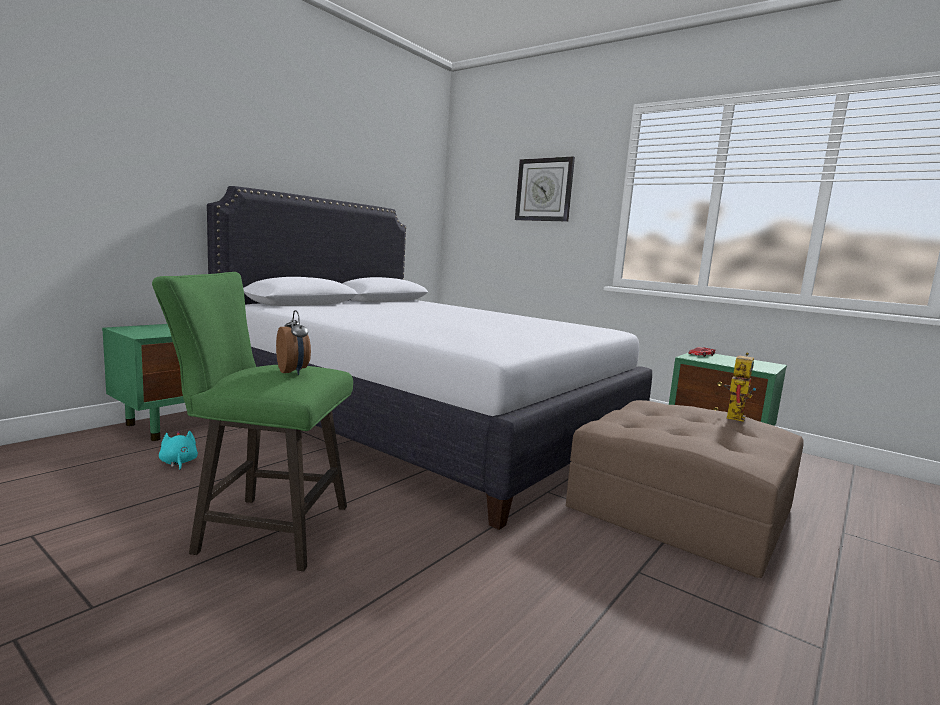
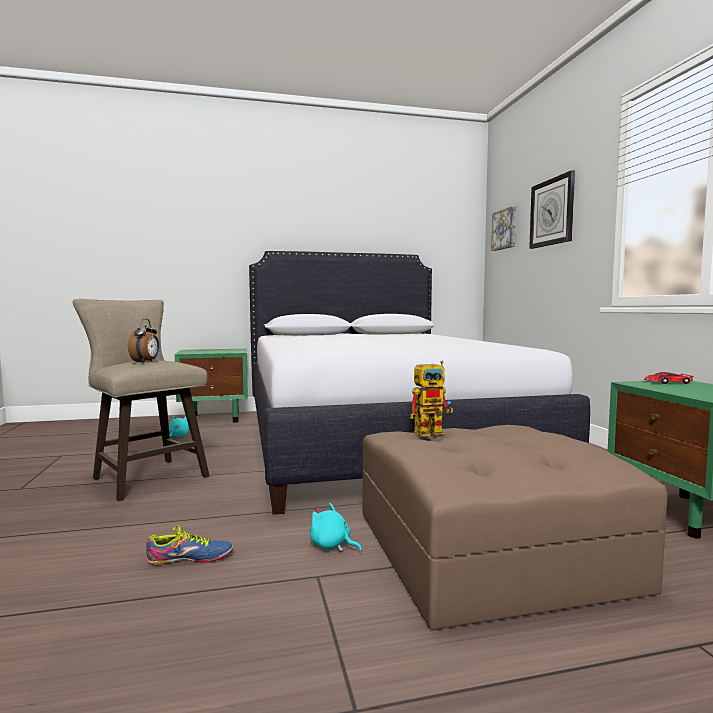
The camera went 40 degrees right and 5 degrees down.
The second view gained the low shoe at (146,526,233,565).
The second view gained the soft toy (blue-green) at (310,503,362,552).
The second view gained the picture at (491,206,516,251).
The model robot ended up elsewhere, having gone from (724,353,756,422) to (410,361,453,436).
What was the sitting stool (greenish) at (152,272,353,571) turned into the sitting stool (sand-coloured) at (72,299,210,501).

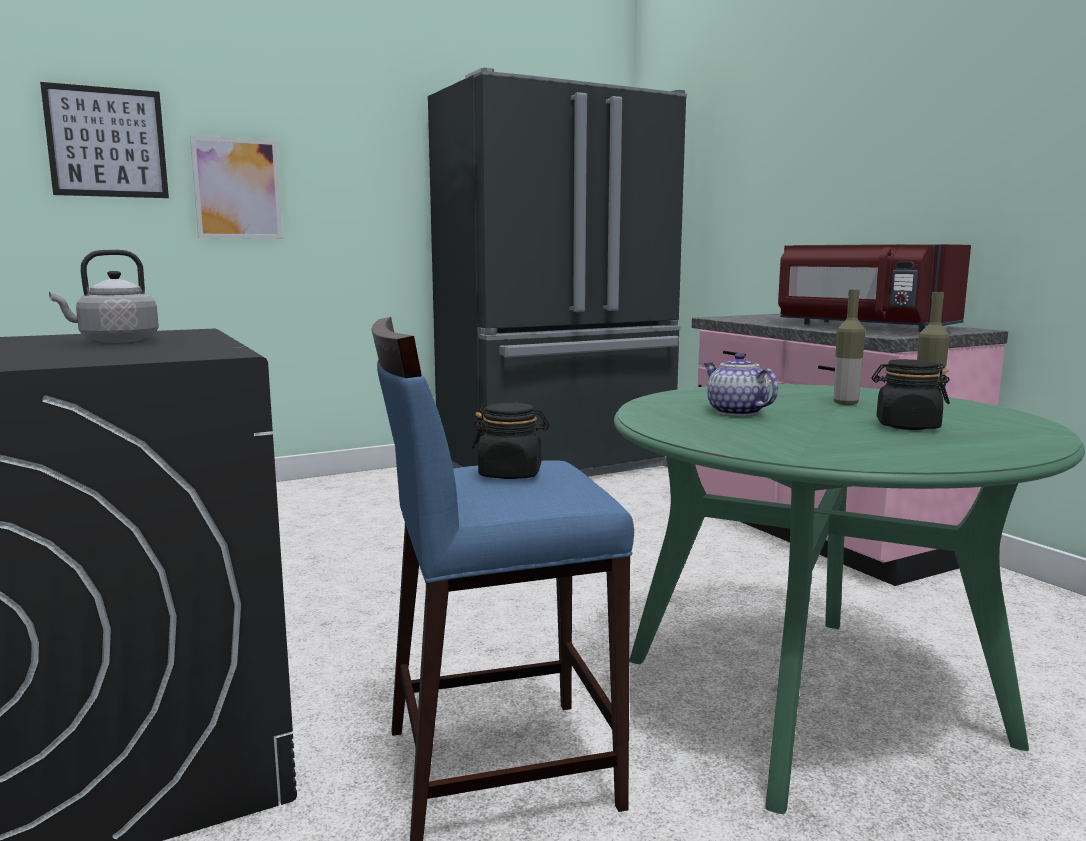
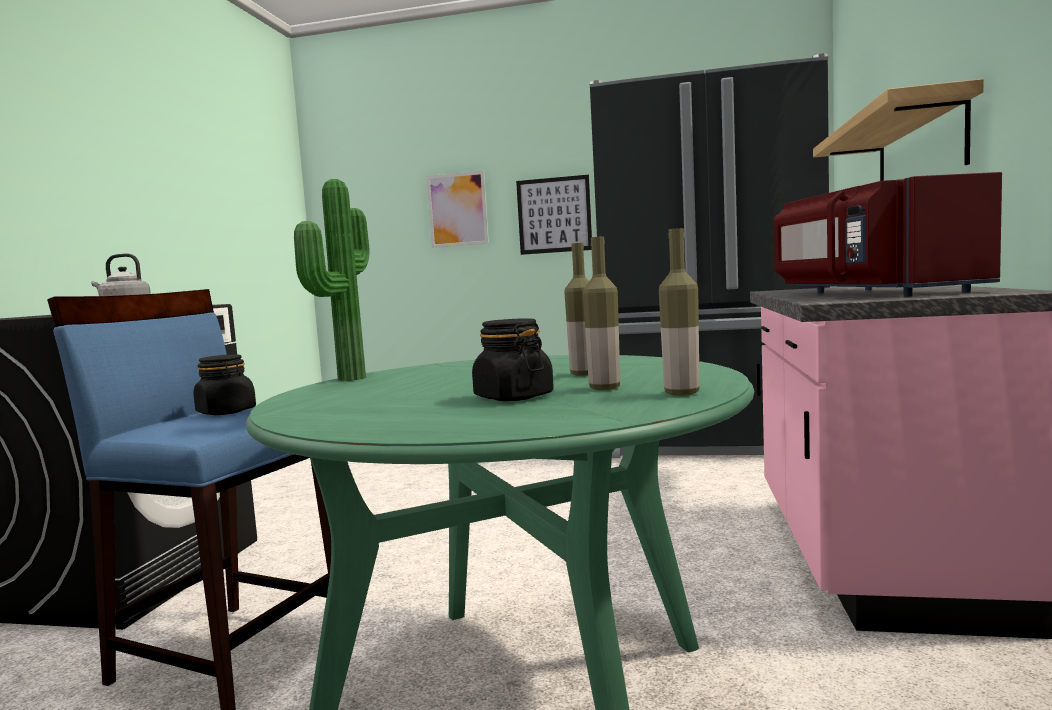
The camera went 40 degrees right and 5 degrees down.
The second view lost the pot for tea at (704,353,778,416).
The second view gained the potted plant at (294,179,370,381).
The second view gained the drink bottle at (659,228,700,396).
The second view gained the wall shelf at (813,79,984,181).
The picture ended up elsewhere, having gone from (40,82,169,198) to (516,175,592,255).

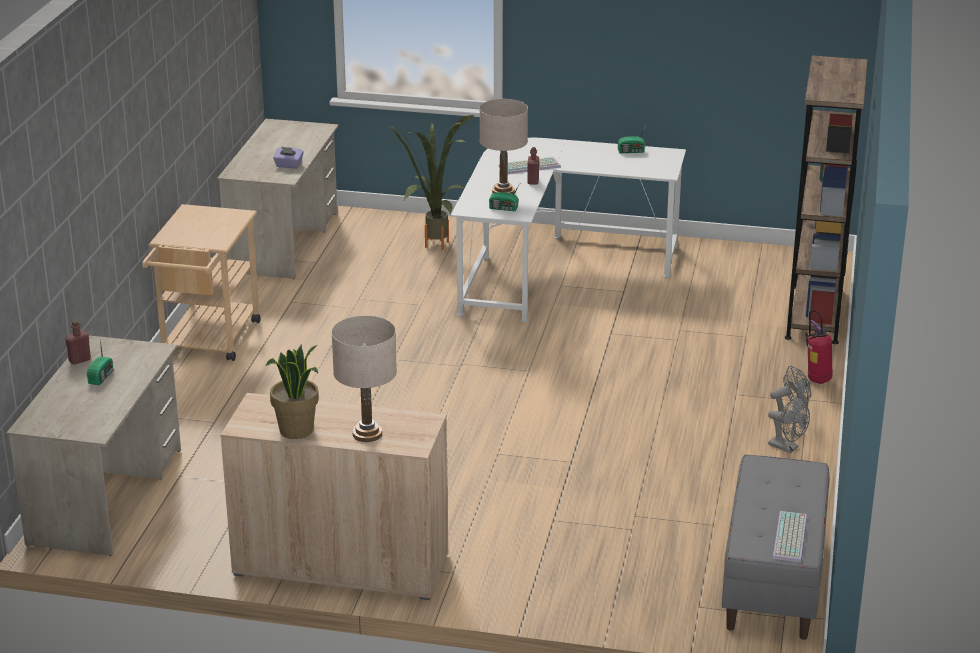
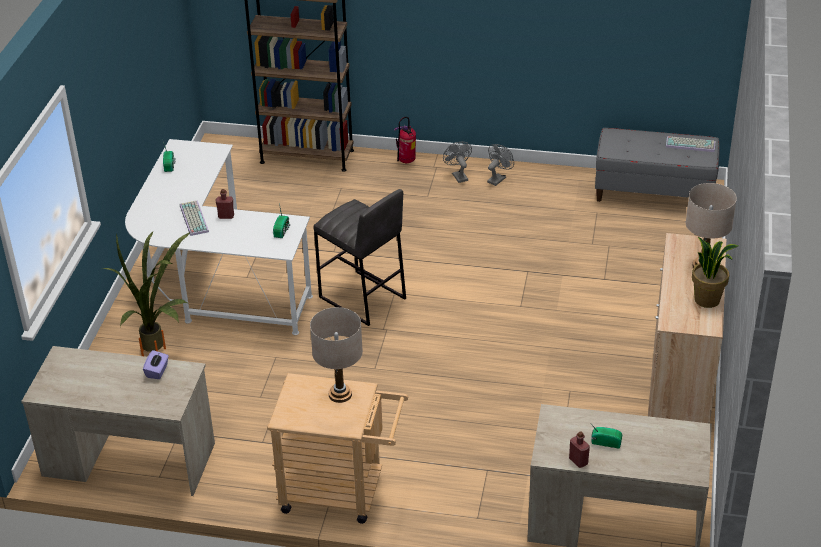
The camera went 90 degrees left and 10 degrees up.
The second view gained the sitting stool (greyish) at (313,189,406,326).
The lamp for a table (sand-coloured) ended up elsewhere, having gone from (479,99,528,194) to (310,307,363,403).

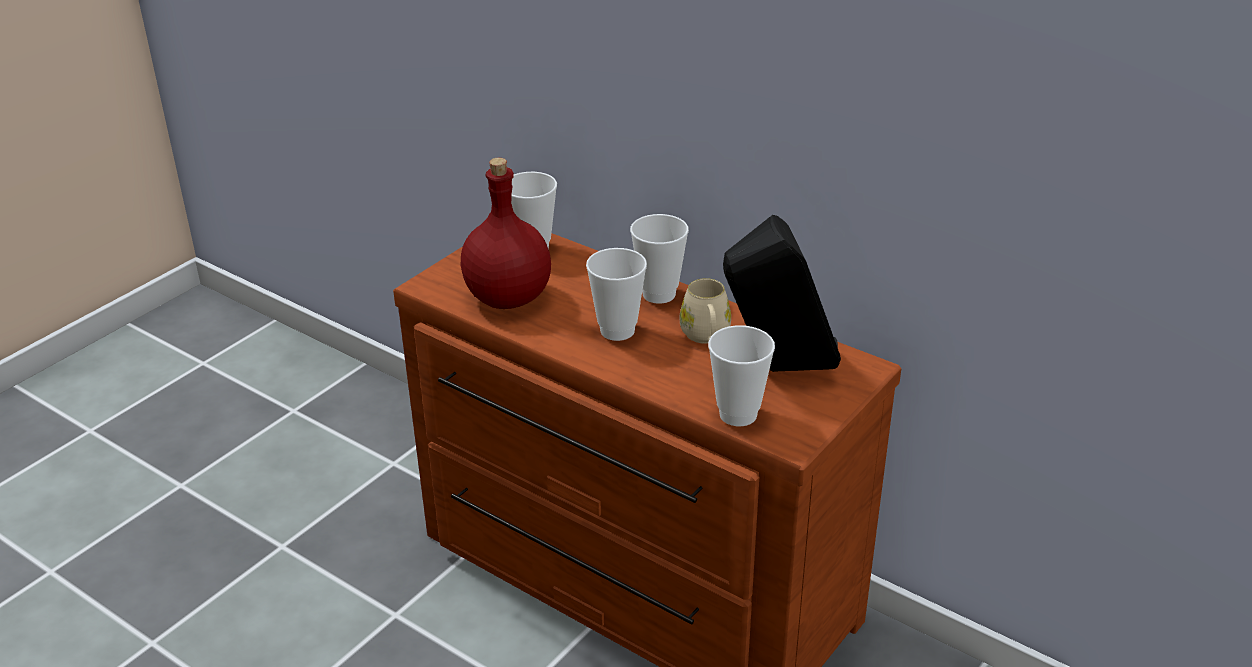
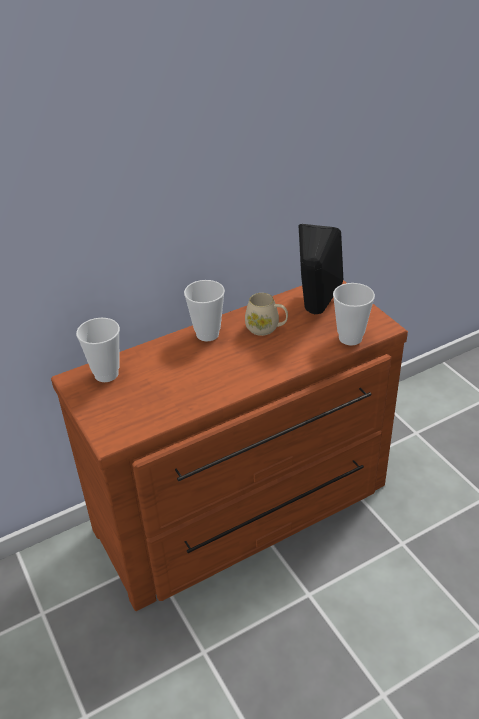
The camera went 65 degrees left and 5 degrees up.
The second view lost the drink bottle (reddish) at (461,158,551,309).
The second view lost the small cup at (586,248,647,341).

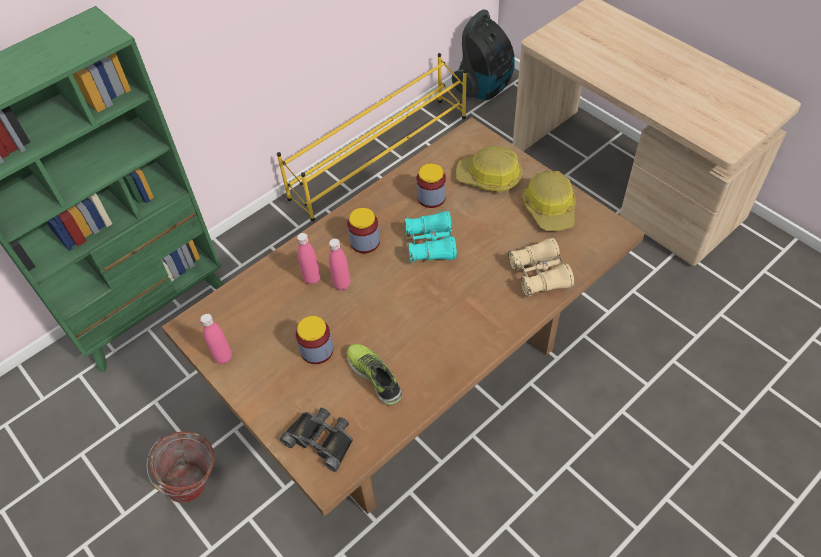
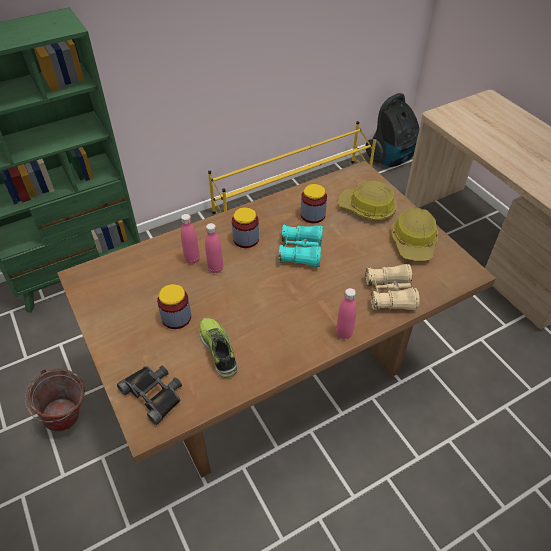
The camera went 10 degrees right and 5 degrees down.
The drink bottle (pinkish) ended up elsewhere, having gone from (200,313,232,364) to (336,288,357,339).

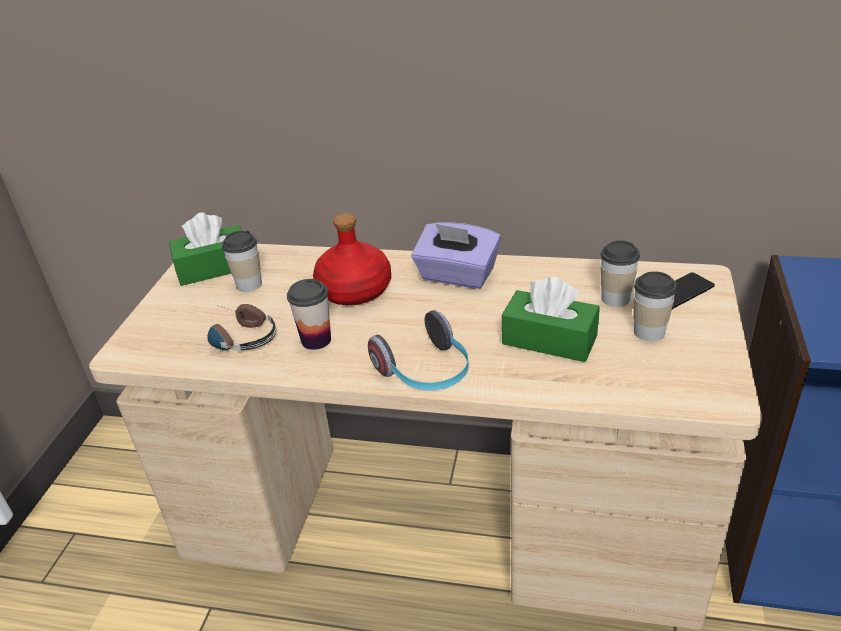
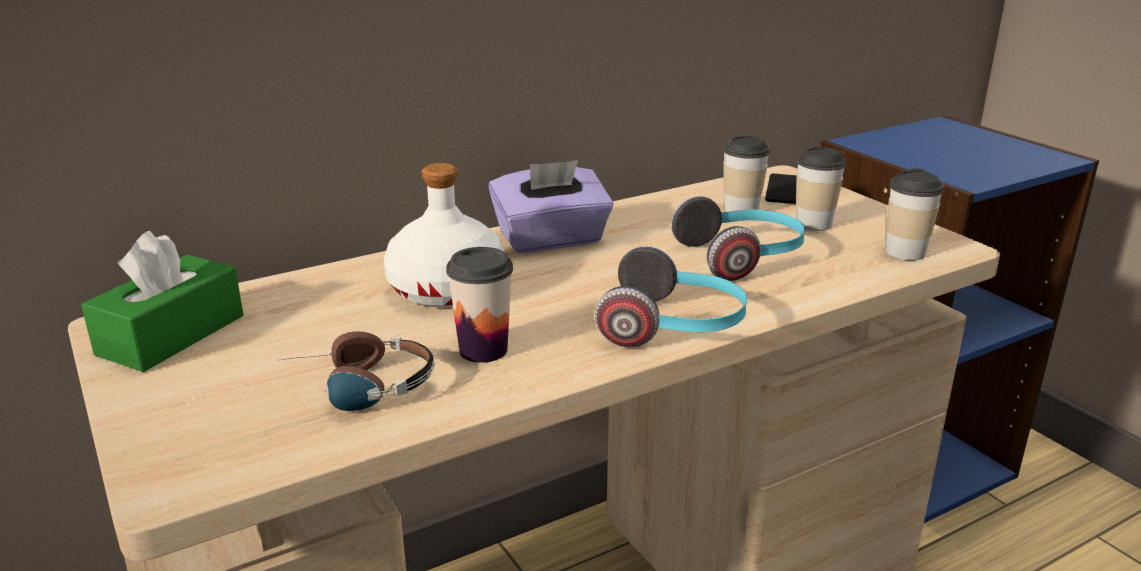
The camera went 45 degrees left and 10 degrees down.
The small cup ended up elsewhere, having gone from (222,231,262,292) to (886,168,944,261).
Where the box of tissues (greenish) stood at (502,277,600,362), the headphones came to stand at (671,196,805,281).
What was the drink bottle (reddish) at (313,213,391,305) turned into the drink bottle (white) at (384,163,505,308).

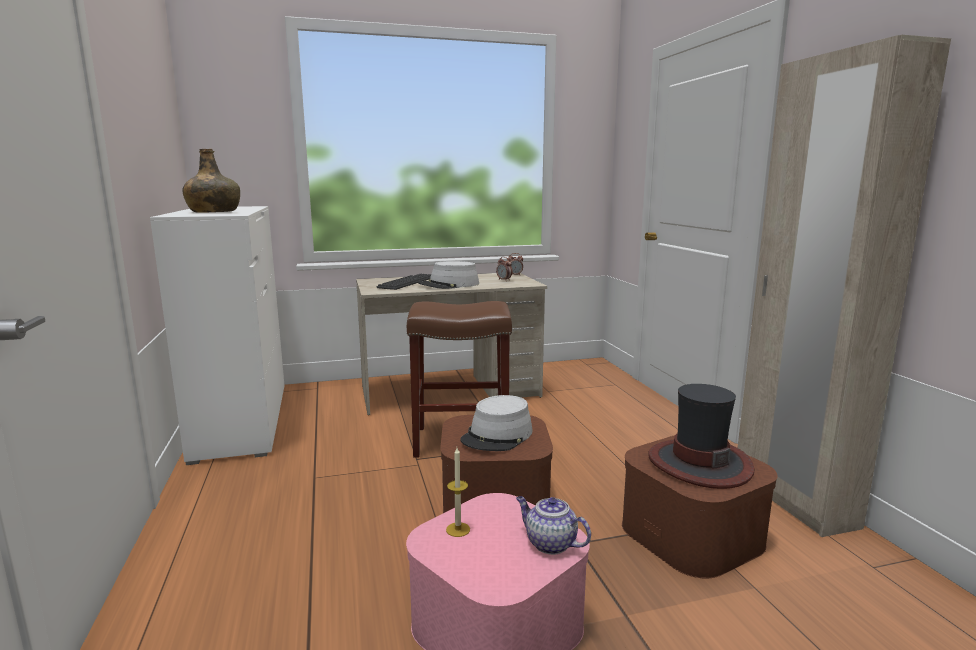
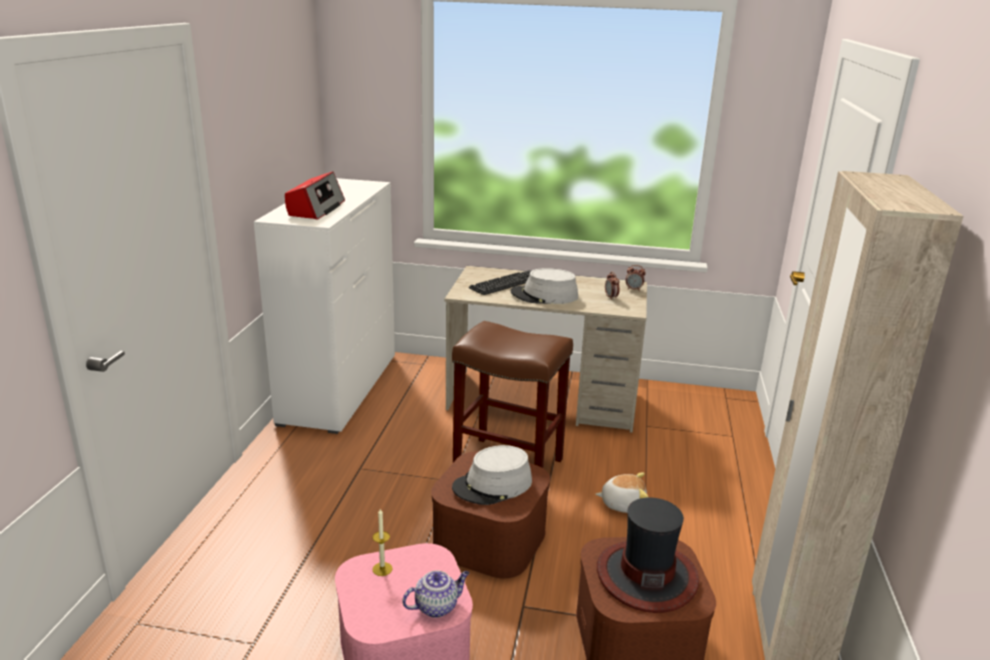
The camera went 25 degrees right and 10 degrees up.
The second view gained the soft toy at (595,473,648,513).
Where the drink bottle (greenish) stood at (182,149,240,213), the radio receiver came to stand at (285,172,345,220).
The pot for tea at (516,496,591,555) ended up facing another way, 90 degrees clockwise from before.

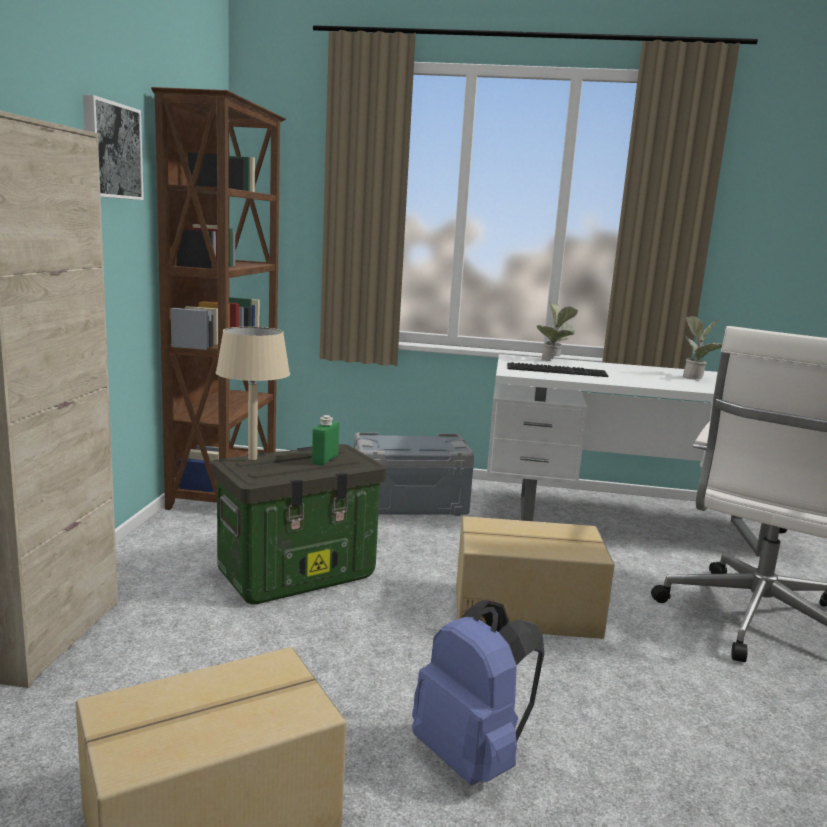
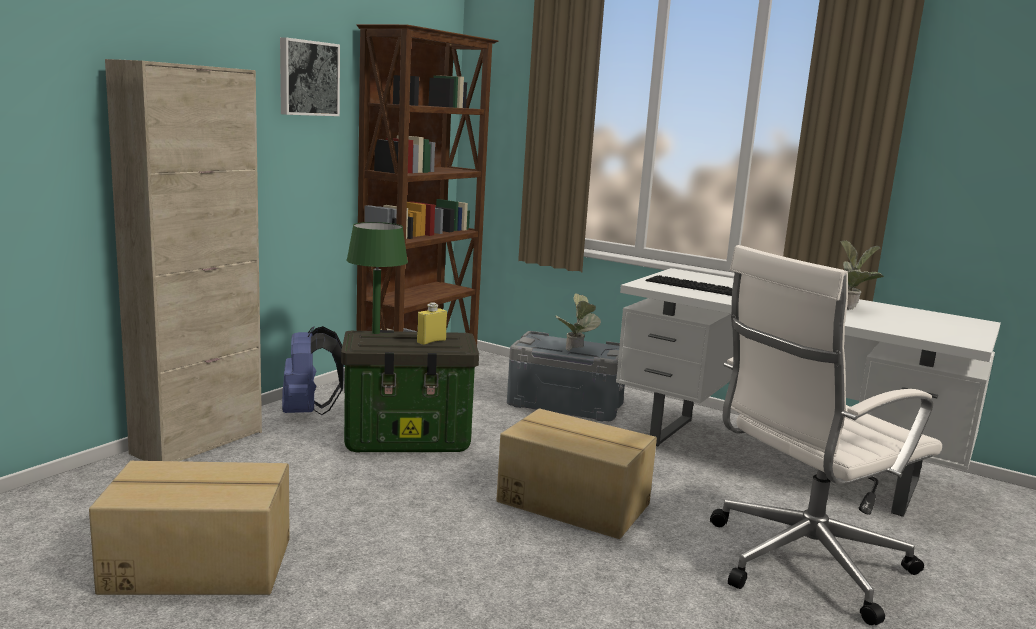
The camera went 25 degrees right and 0 degrees up.
The backpack (blue) ended up elsewhere, having gone from (412,600,544,785) to (282,326,344,415).
The potted plant ended up elsewhere, having gone from (536,302,578,361) to (556,293,601,351).
What was the lamp for a table (sand-coloured) at (216,327,290,460) turned into the lamp for a table (greenish) at (346,222,408,334).
What was the drink bottle (greenish) at (312,415,339,465) turned into the drink bottle (yellowish) at (417,302,447,345).

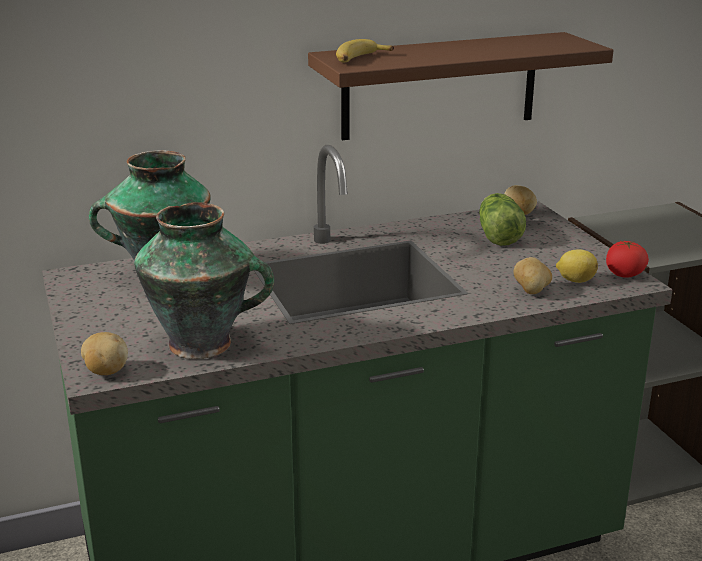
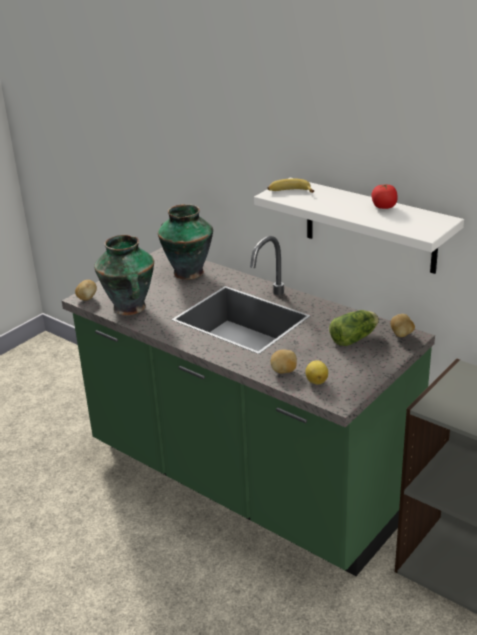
The camera went 60 degrees right and 5 degrees up.
The whole tomato ended up elsewhere, having gone from (606,240,649,278) to (371,184,398,209).
What was the wall shelf (brown) at (308,32,614,140) turned into the wall shelf (white) at (254,178,464,274).

